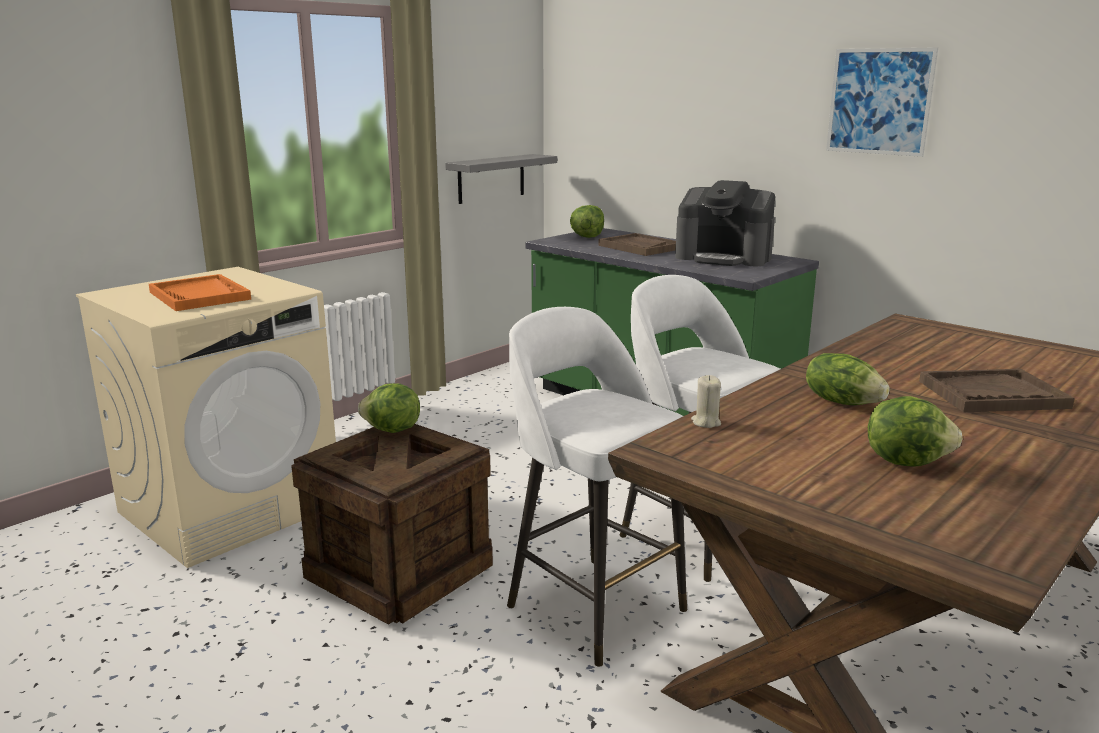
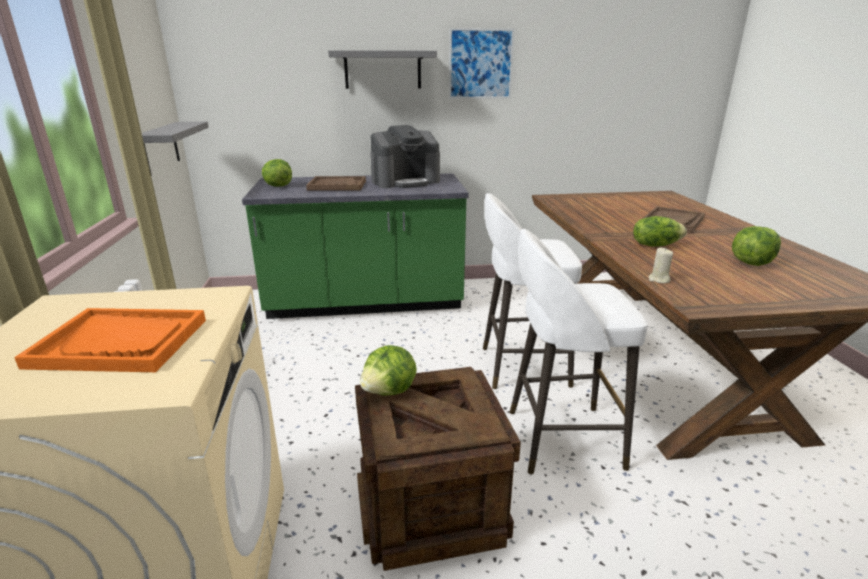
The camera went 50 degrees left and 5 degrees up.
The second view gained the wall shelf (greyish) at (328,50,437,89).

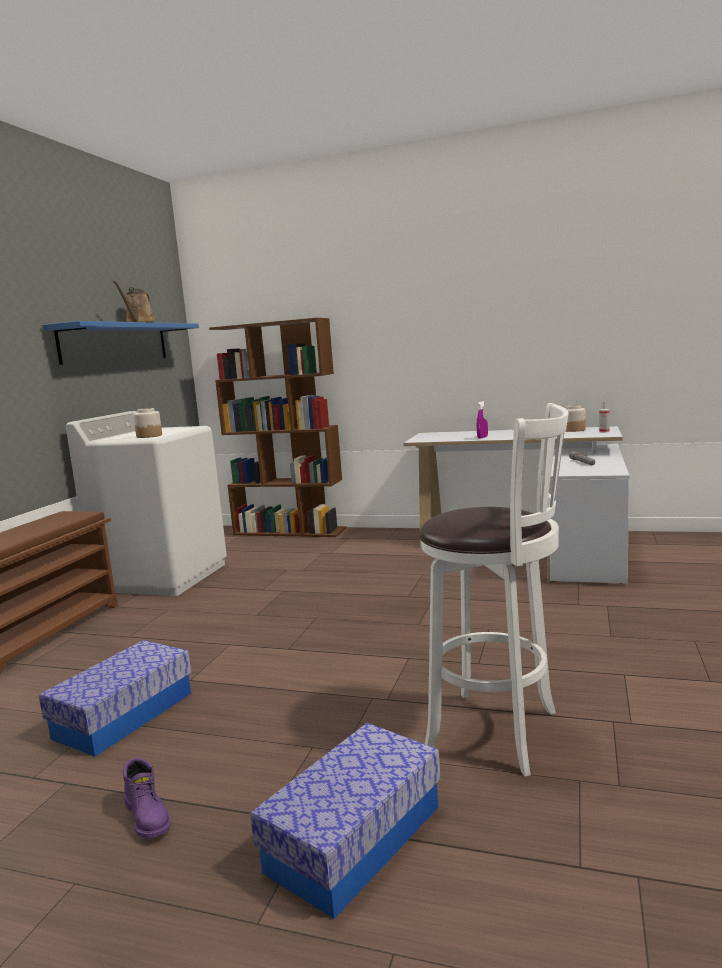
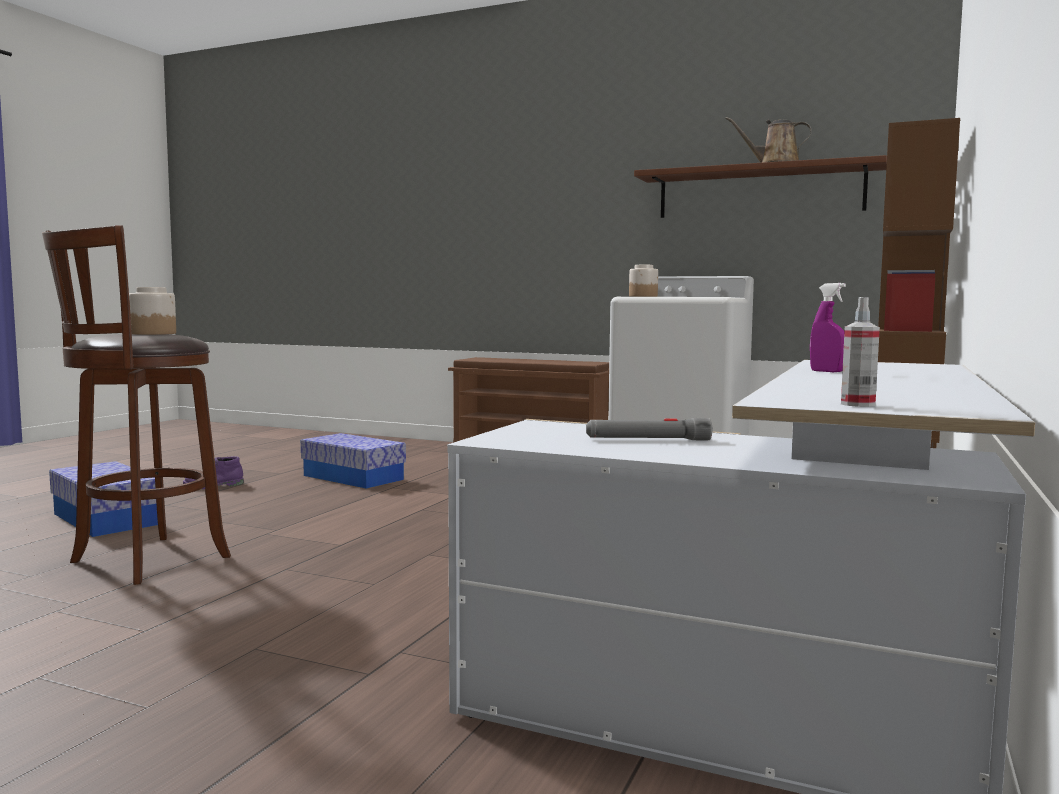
The camera went 95 degrees right and 5 degrees down.
The preserve jar ended up elsewhere, having gone from (565,405,585,432) to (129,287,176,335).
What was the wall shelf (blue) at (42,321,199,365) turned into the wall shelf (brown) at (634,155,887,218).
What was the sitting stool (white) at (419,403,569,777) turned into the sitting stool (brown) at (42,225,231,585).

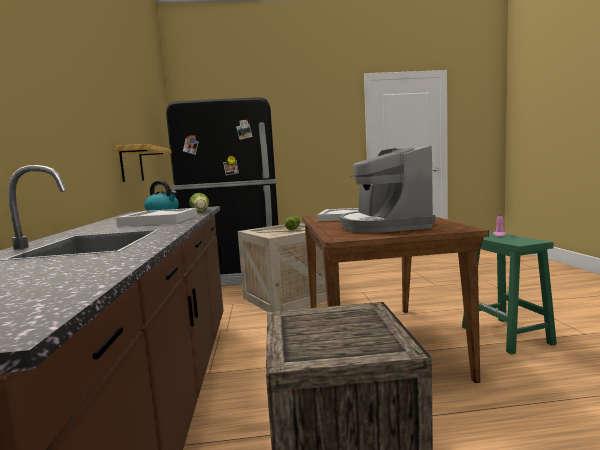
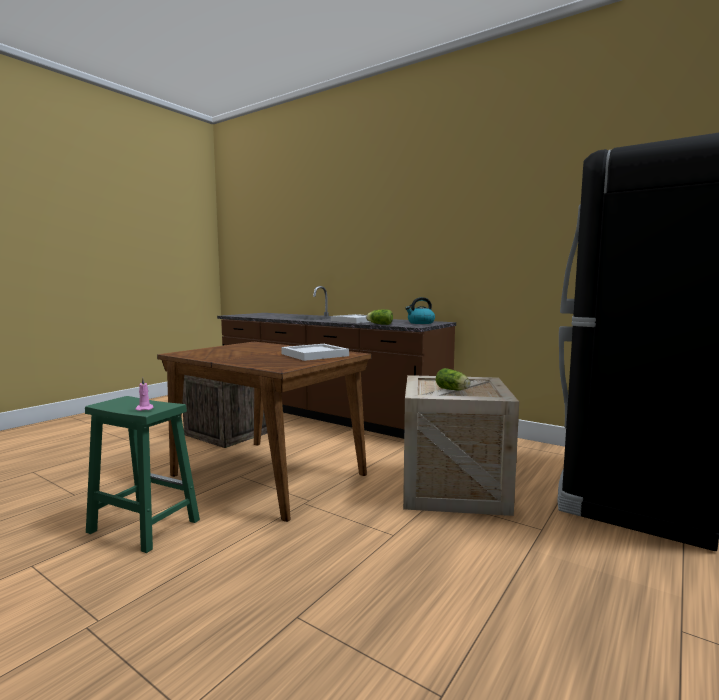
The camera went 130 degrees right and 0 degrees up.
The second view lost the wall shelf at (114,144,171,182).
The second view lost the coffee machine at (340,145,435,233).

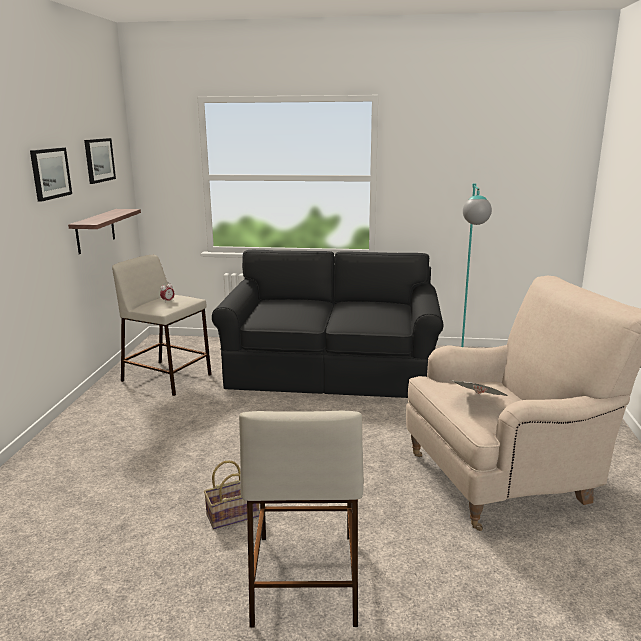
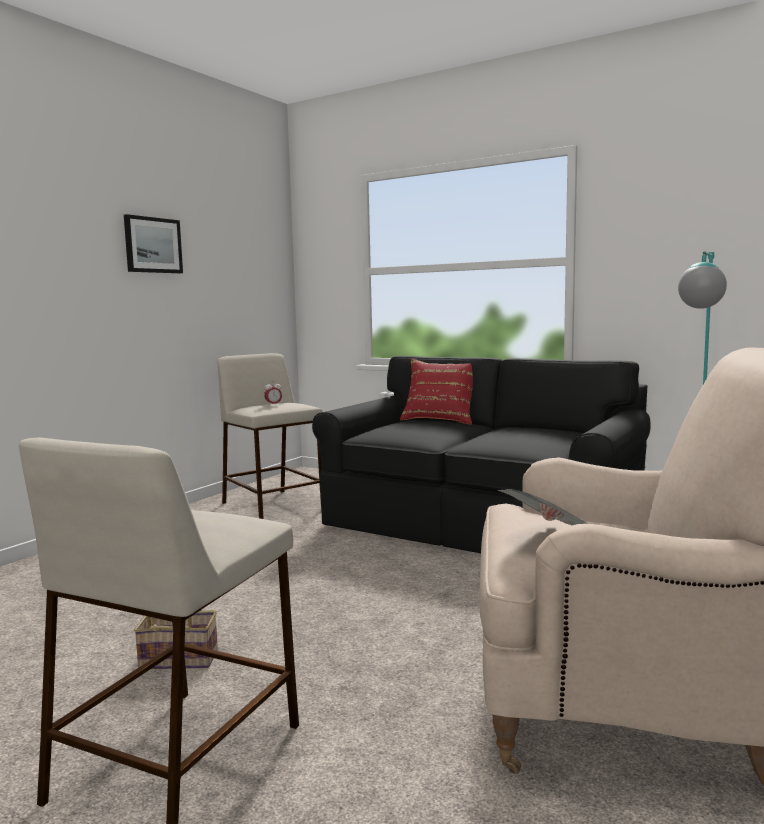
The camera went 25 degrees right and 10 degrees down.
The second view lost the wall shelf at (68,209,141,254).
The second view lost the picture at (84,138,116,184).
The second view gained the throw pillow (reddish) at (400,359,473,424).

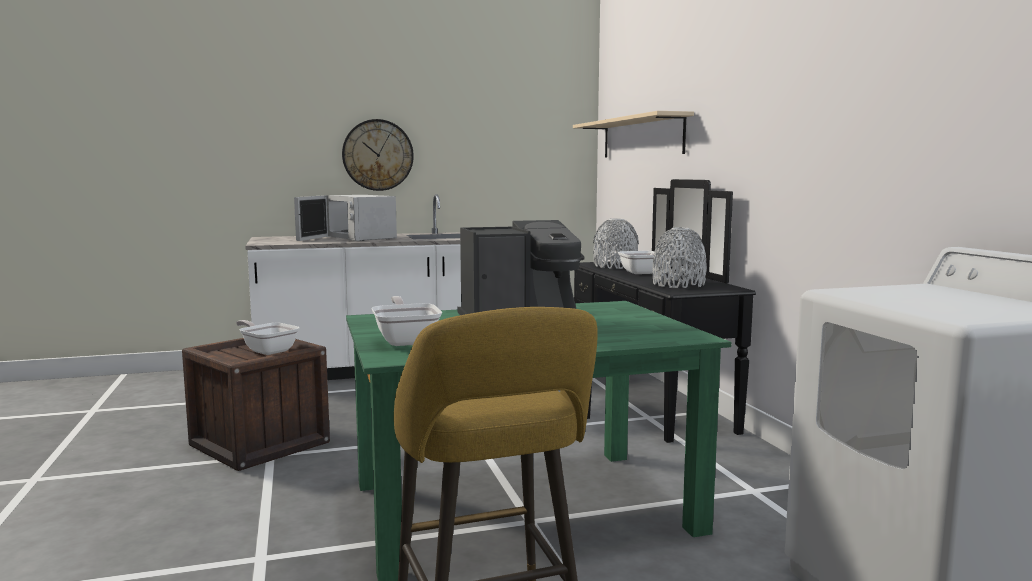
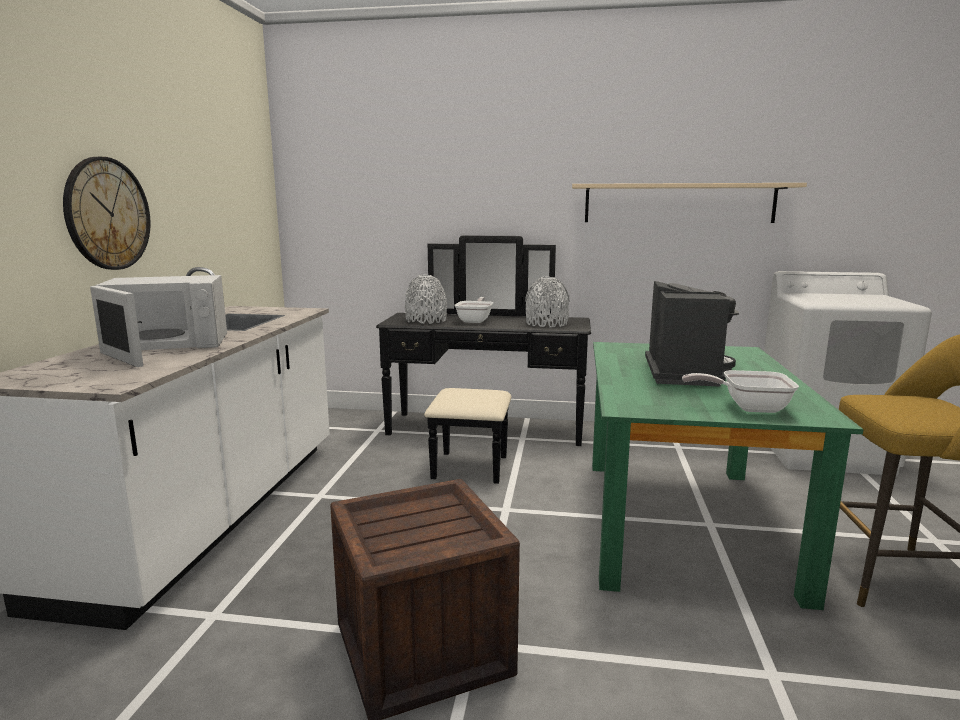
The camera went 65 degrees left and 5 degrees up.
The second view lost the pan at (236,320,299,355).
The wall shelf (sand-coloured) ended up elsewhere, having gone from (573,111,694,158) to (572,183,807,223).

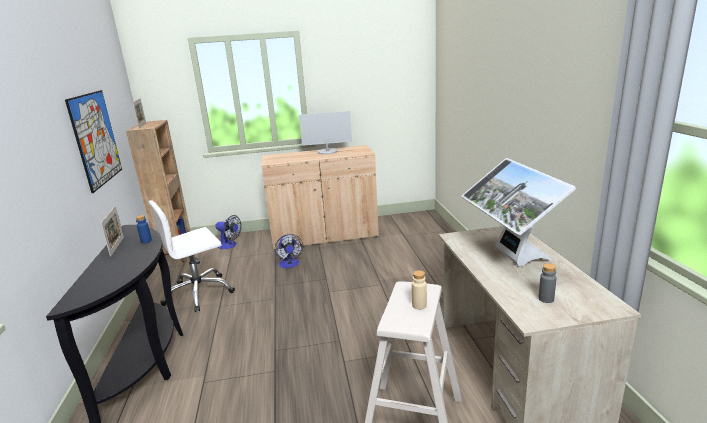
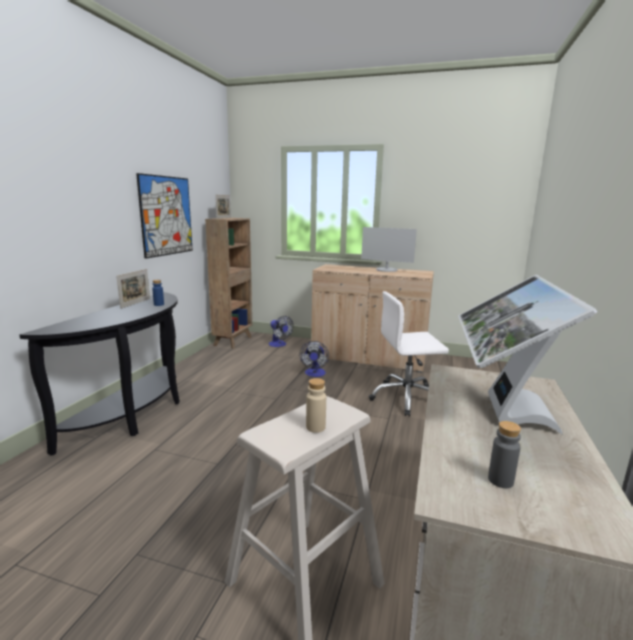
The camera went 25 degrees right and 5 degrees down.
The desk chair (white) ended up elsewhere, having gone from (149,200,235,312) to (369,291,449,417).

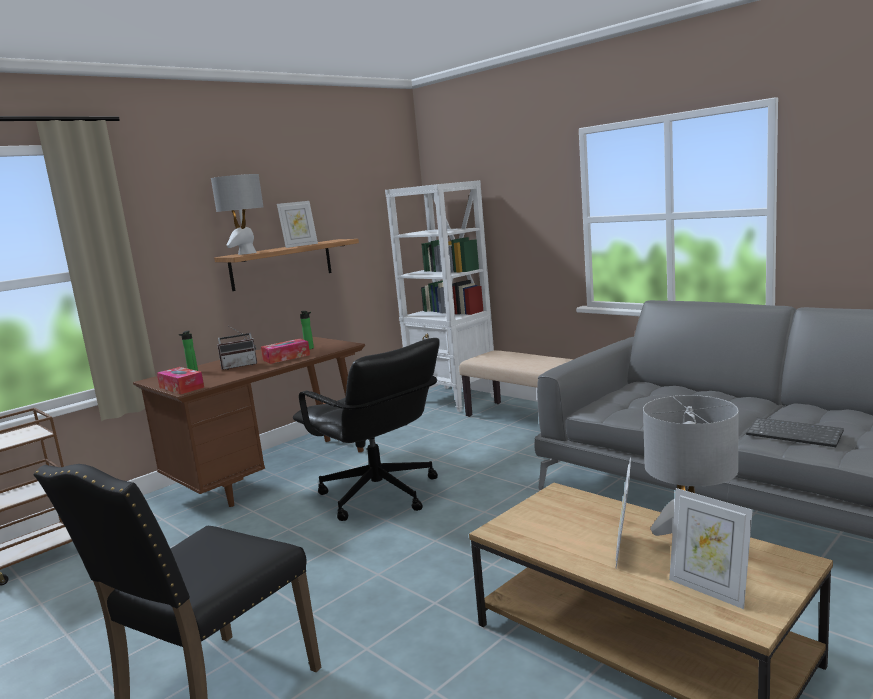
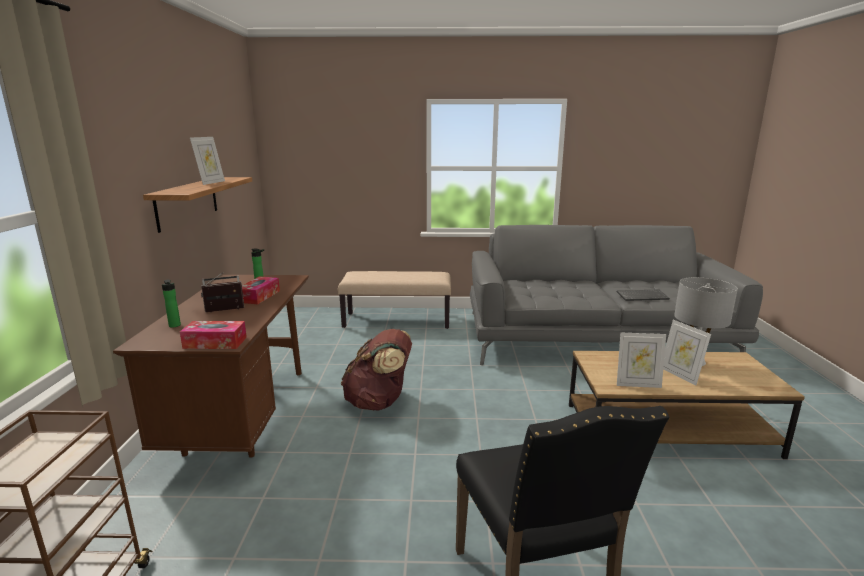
The camera went 45 degrees left and 5 degrees up.
The second view lost the lamp for a table (greyish) at (211,174,263,255).
The second view lost the shelving unit (white) at (385,180,494,412).
The photo frame ended up elsewhere, having gone from (669,488,753,609) to (617,332,666,388).
Where the desk chair (black) stood at (293,338,440,521), the backpack (brown) came to stand at (341,329,412,411).
The radio receiver at (217,326,257,370) ended up facing another way, 135 degrees counterclockwise from before.

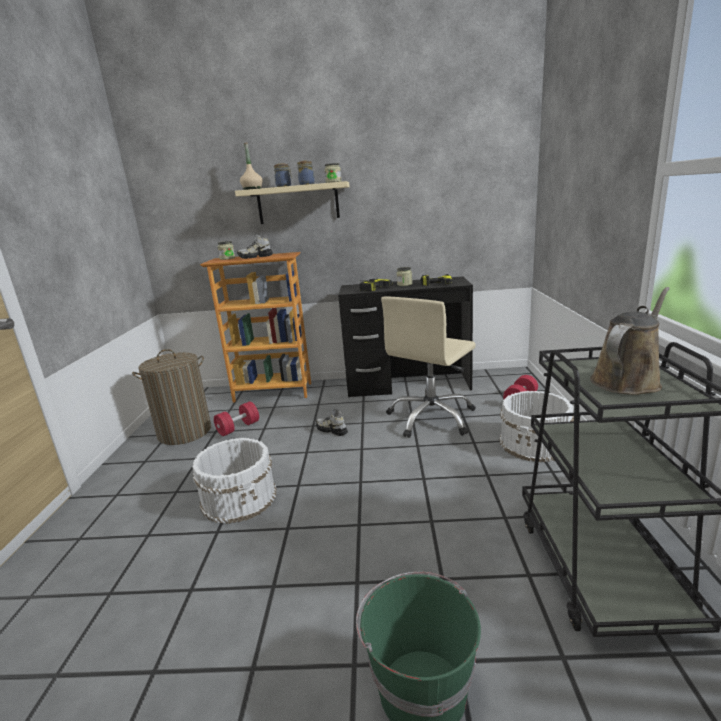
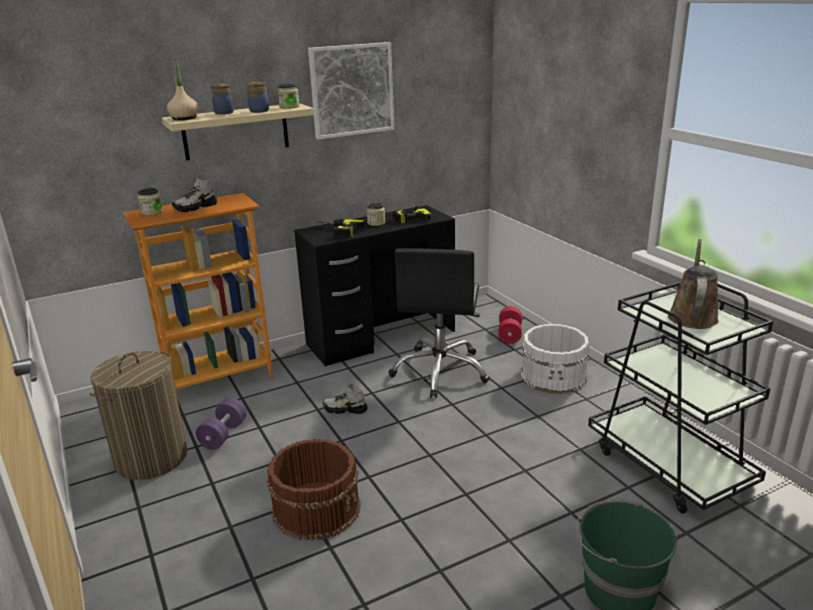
The camera went 30 degrees left and 5 degrees up.
The second view gained the picture at (308,42,394,140).
What was the water bucket (white) at (192,438,277,524) turned into the water bucket (brown) at (267,439,361,541).
What was the hand weight (reddish) at (214,401,259,436) turned into the hand weight (purplish) at (196,398,246,450).
What was the desk chair (sand-coloured) at (381,296,476,438) turned into the desk chair (black) at (389,248,490,398).

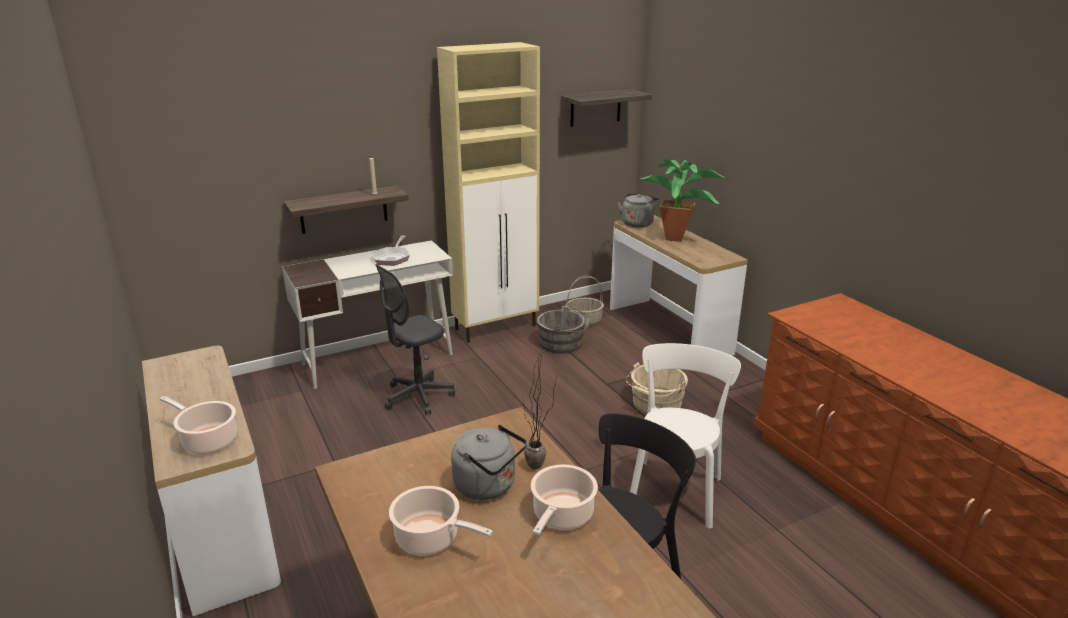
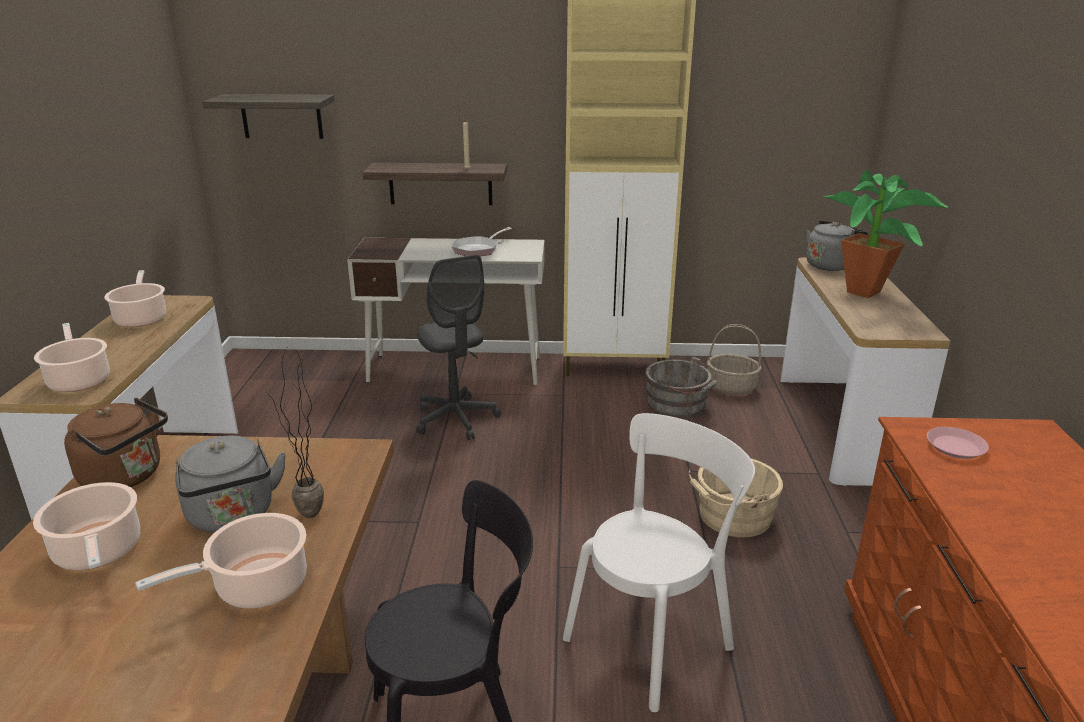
The camera went 30 degrees right and 0 degrees up.
The second view gained the kettle (brown) at (64,398,168,487).
The second view gained the saucepot at (104,270,166,327).
The second view gained the dinner plate (pinkish) at (927,427,989,459).
The wall shelf ended up elsewhere, having gone from (561,89,652,127) to (203,94,335,139).
The desk chair (greyish) at (375,264,455,415) ended up facing another way, 105 degrees counterclockwise from before.

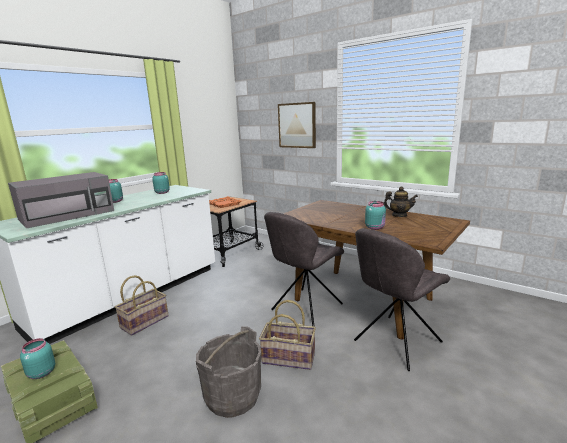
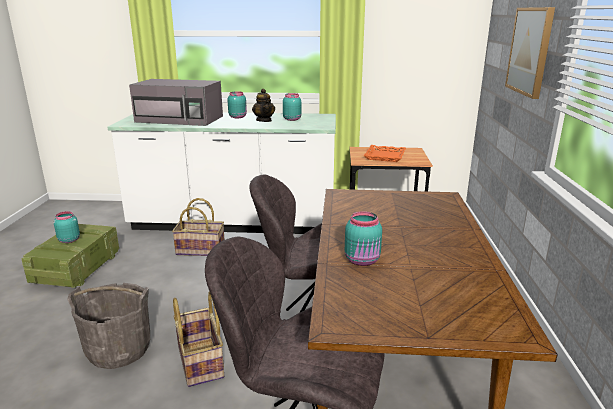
The camera went 55 degrees right and 5 degrees up.
The pot for tea ended up elsewhere, having gone from (384,187,418,217) to (252,89,275,122).

